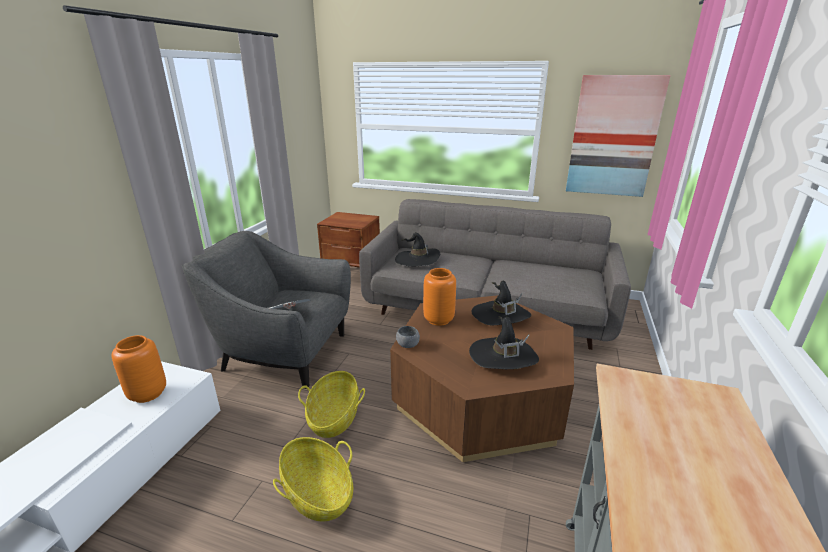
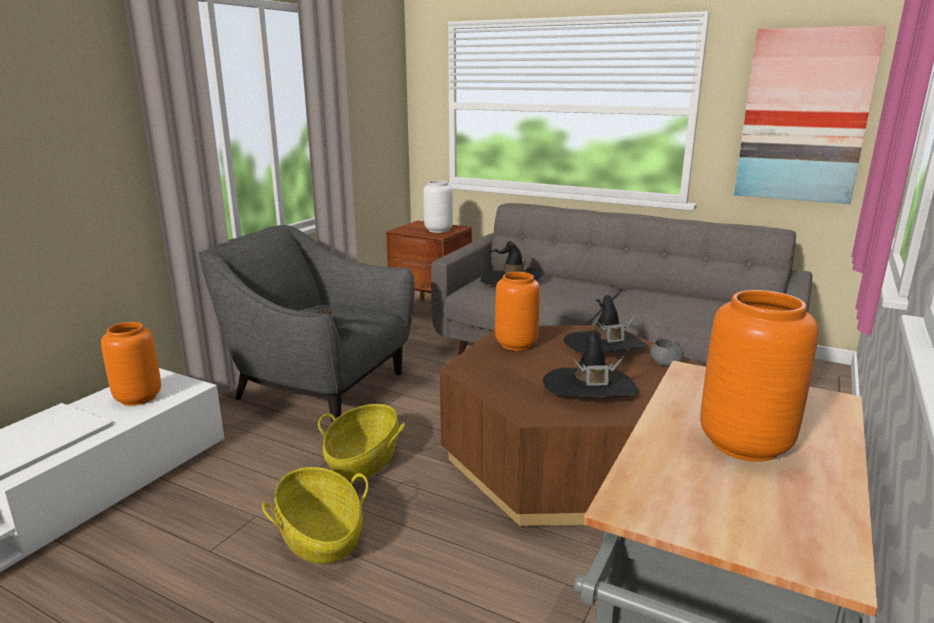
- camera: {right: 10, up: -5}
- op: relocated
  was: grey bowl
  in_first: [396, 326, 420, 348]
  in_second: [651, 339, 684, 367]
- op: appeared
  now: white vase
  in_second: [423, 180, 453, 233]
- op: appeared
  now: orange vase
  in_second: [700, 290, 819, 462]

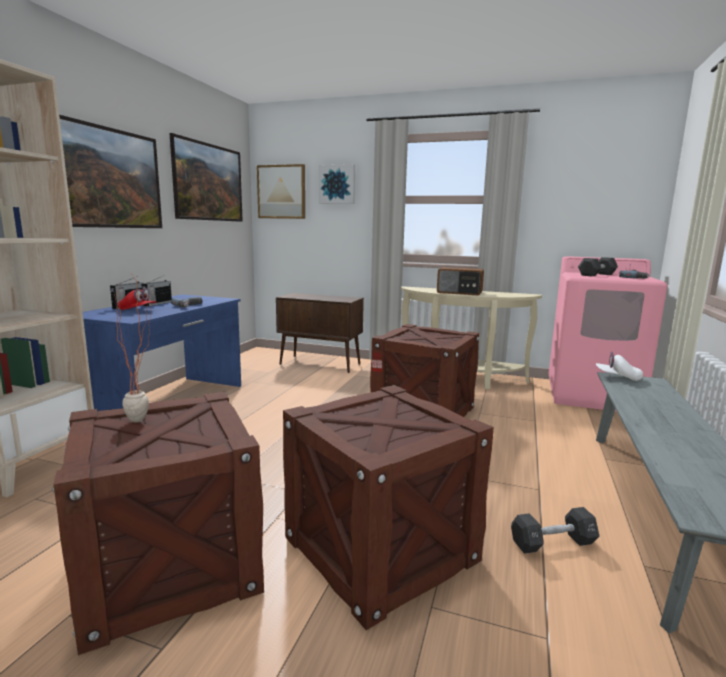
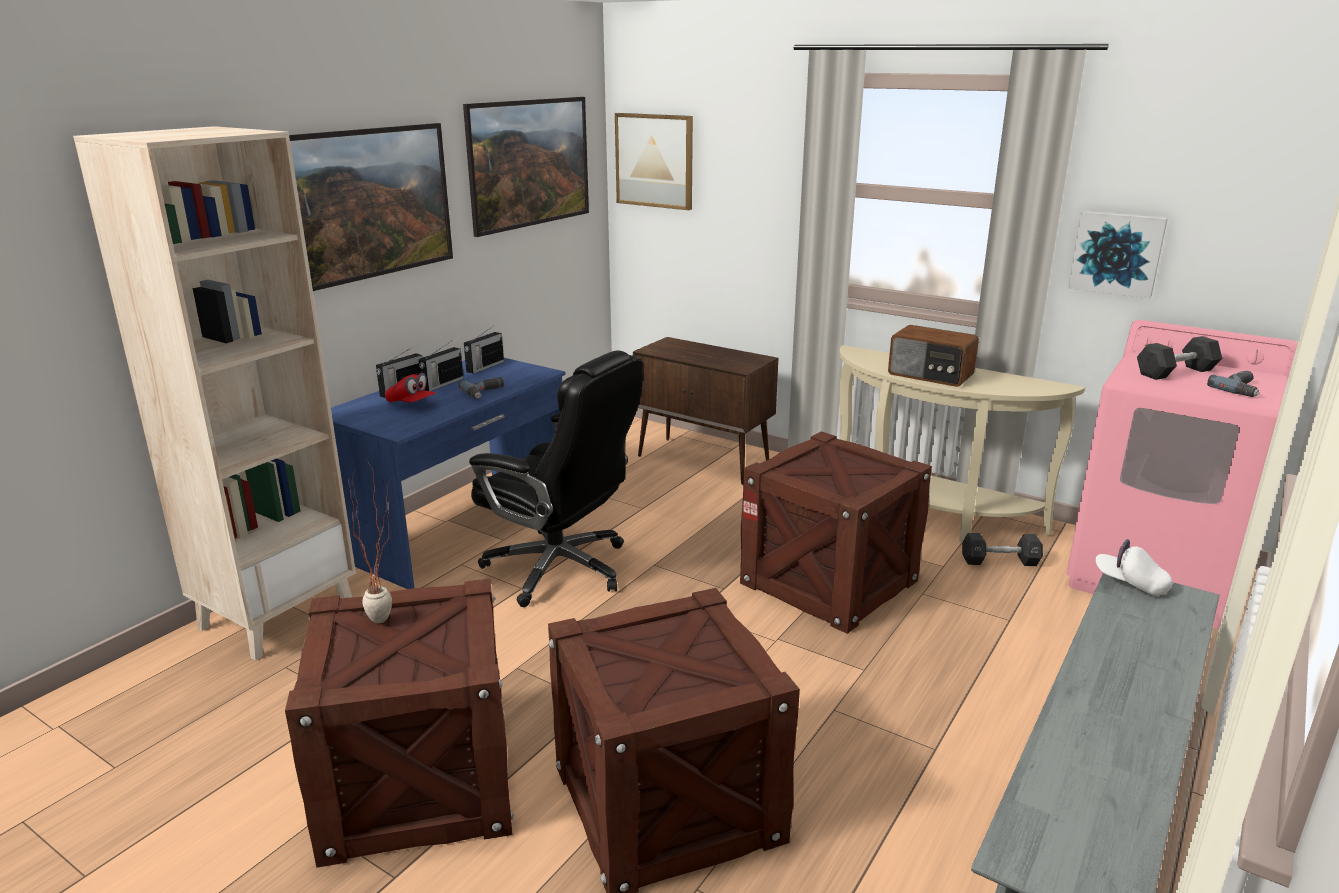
- camera: {right: 15, up: 10}
- op: relocated
  was: picture
  in_first: [319, 164, 355, 204]
  in_second: [1068, 211, 1168, 298]
- op: relocated
  was: black dumbbell
  in_first: [511, 507, 600, 554]
  in_second: [962, 533, 1043, 566]
- op: appeared
  now: radio
  in_second: [464, 327, 504, 374]
- op: appeared
  now: black office chair
  in_second: [469, 350, 643, 607]

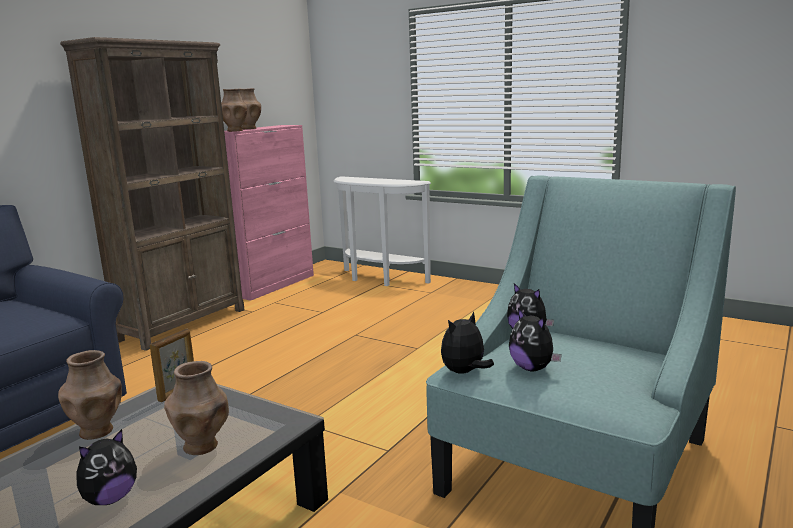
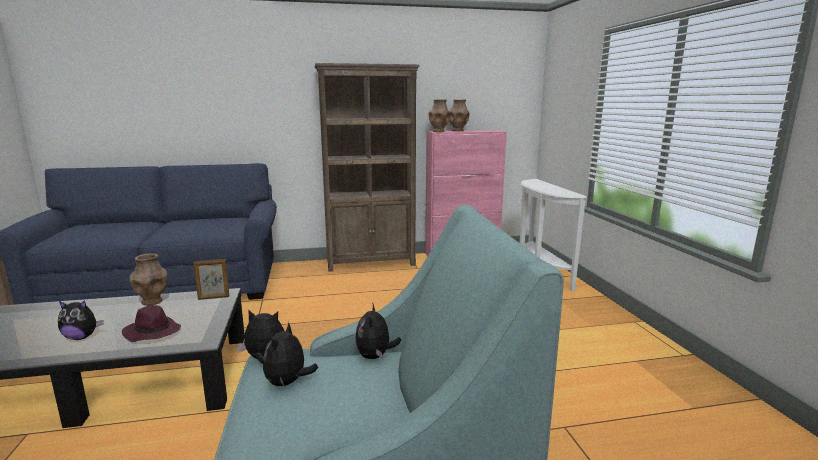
- camera: {right: 45, up: 0}
- op: exchanged
  was: brown vase
  now: purple hat
  in_first: [164, 361, 229, 455]
  in_second: [122, 305, 181, 342]

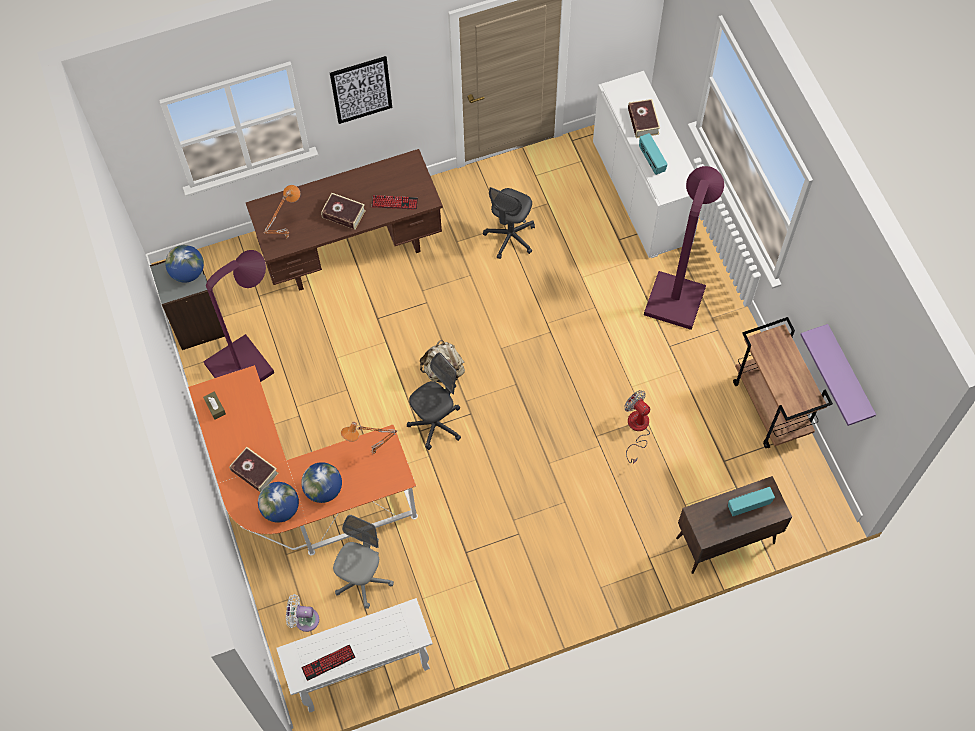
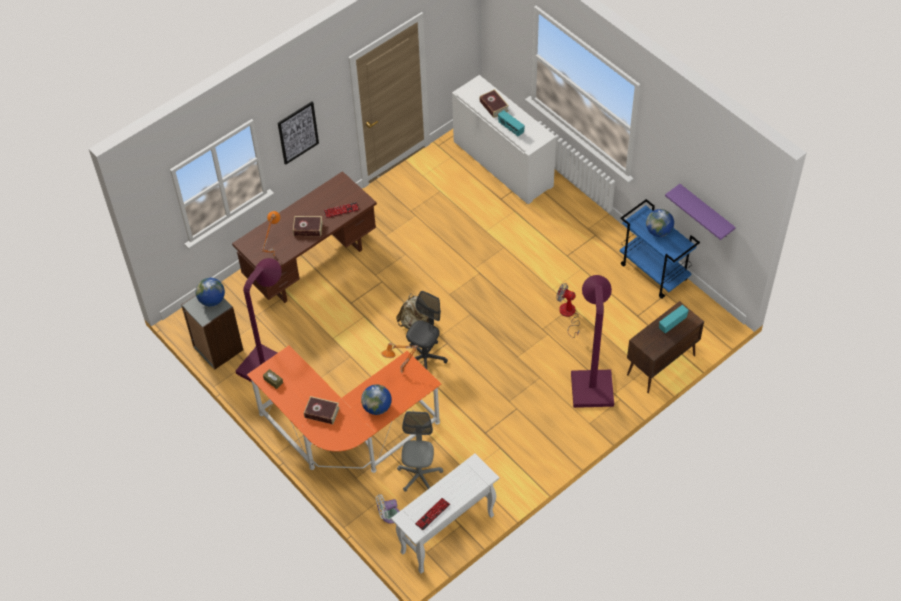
- camera: {right: -20, up: -10}
- op: relocated
  was: purple floor lamp
  in_first: [644, 166, 724, 330]
  in_second: [571, 275, 614, 408]
- op: missing
  was: grey office chair
  in_first: [483, 187, 535, 259]
- op: colour
  was: brown cart
  now: blue cart
  in_first: [733, 317, 833, 448]
  in_second: [620, 199, 700, 299]
- op: relocated
  was: globe
  in_first: [258, 482, 299, 523]
  in_second: [646, 209, 674, 237]

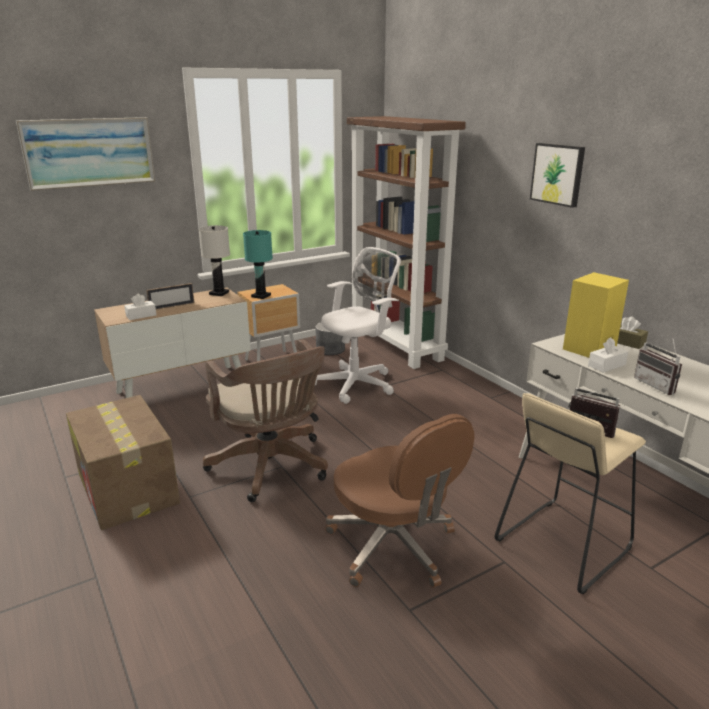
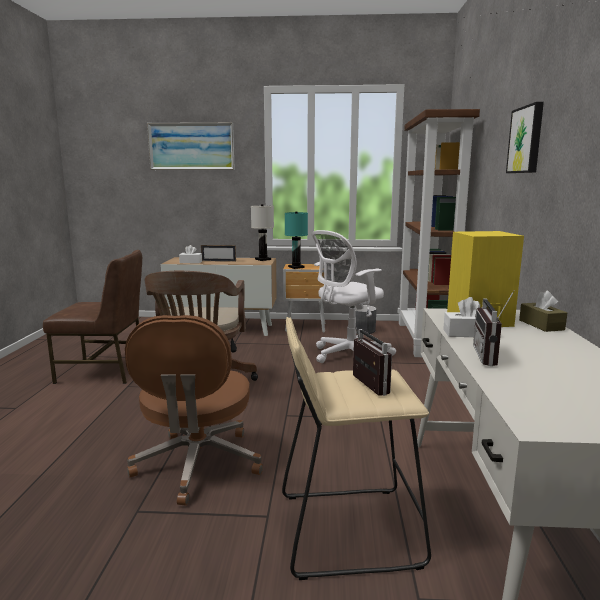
- camera: {right: 35, up: -10}
- op: spun
  was: white office chair
  in_first: [315, 247, 401, 404]
  in_second: [311, 230, 396, 363]
  clockwise: 150
- op: exchanged
  was: cardboard box
  now: brown chair
  in_first: [66, 395, 180, 530]
  in_second: [43, 250, 142, 384]

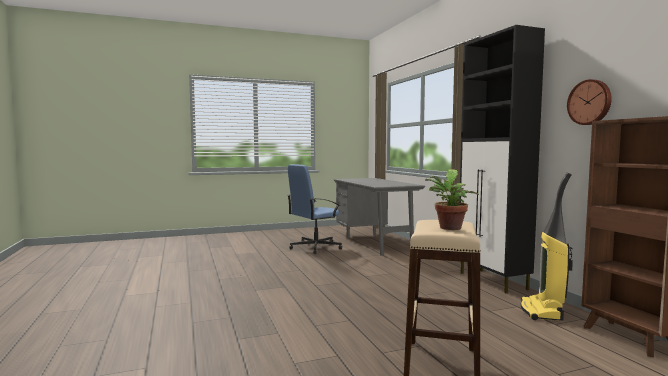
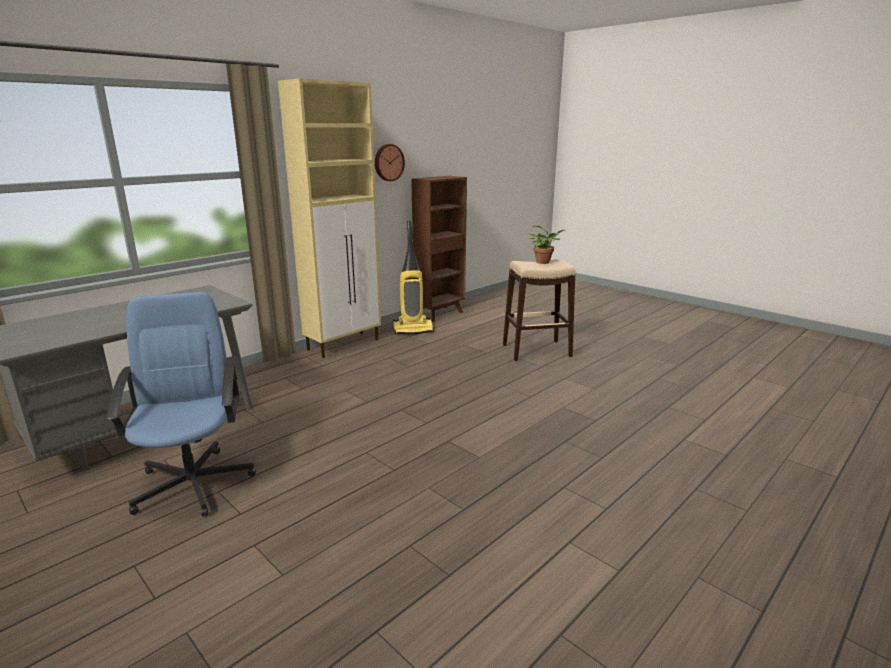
- camera: {right: -115, up: 15}
- op: colour
  was: black cabinet
  now: beige cabinet
  in_first: [459, 25, 545, 293]
  in_second: [278, 78, 381, 358]
- op: spun
  was: blue office chair
  in_first: [288, 164, 342, 254]
  in_second: [106, 292, 256, 517]
  clockwise: -135

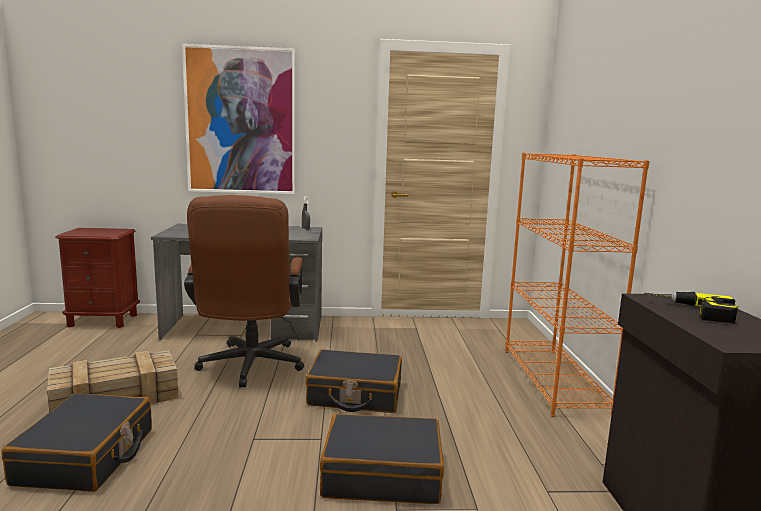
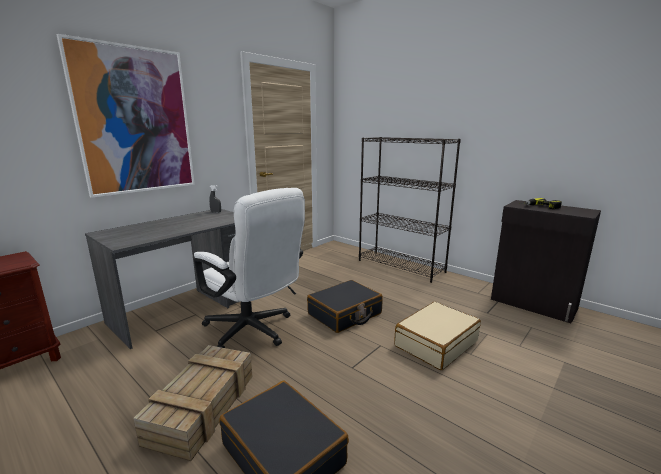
- camera: {right: -45, up: 5}
- op: colour
  was: orange bookcase
  now: black bookcase
  in_first: [505, 153, 650, 417]
  in_second: [359, 137, 461, 283]
- op: colour
  was: brown office chair
  now: white office chair
  in_first: [184, 195, 304, 387]
  in_second: [194, 188, 305, 348]
- op: colour
  was: black suitcase
  now: beige suitcase
  in_first: [320, 414, 444, 504]
  in_second: [394, 302, 481, 370]

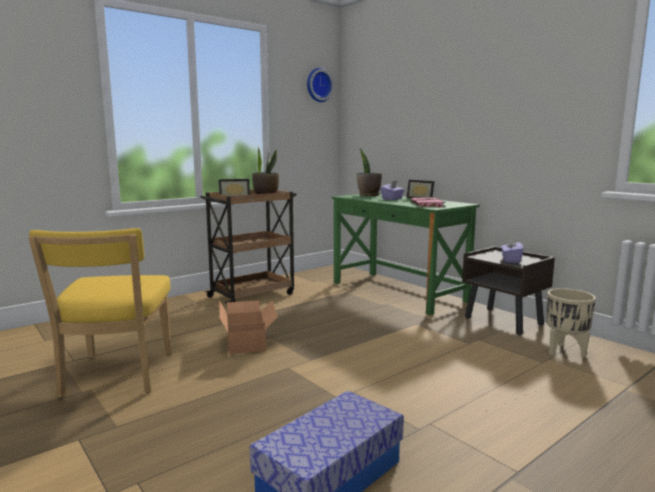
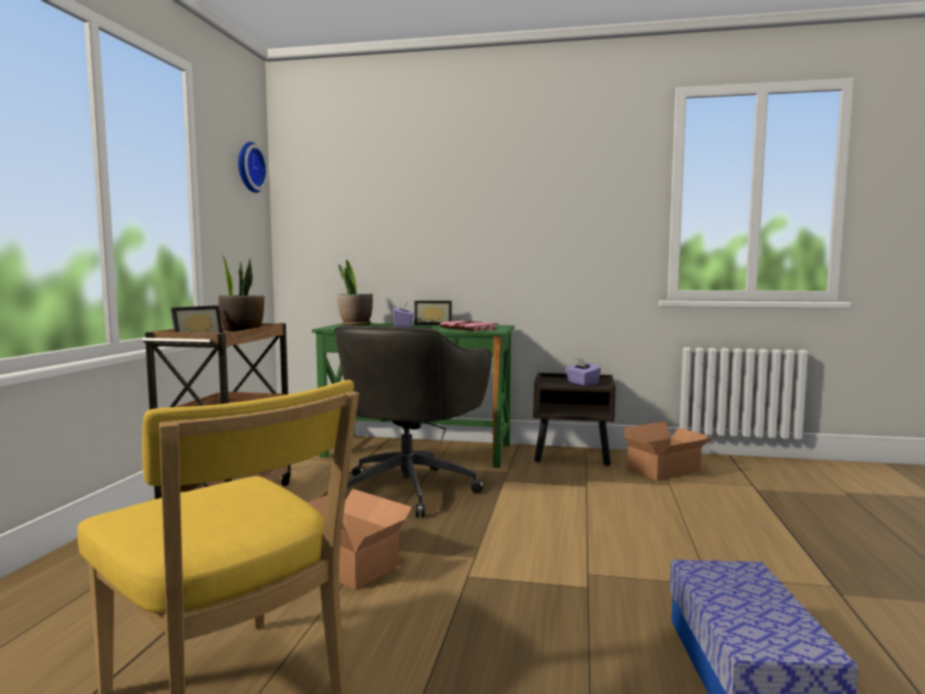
- camera: {right: -40, up: -5}
- op: exchanged
  was: beige planter
  now: cardboard box
  in_first: [546, 288, 596, 358]
  in_second: [623, 421, 712, 481]
- op: appeared
  now: grey office chair
  in_second: [334, 325, 491, 517]

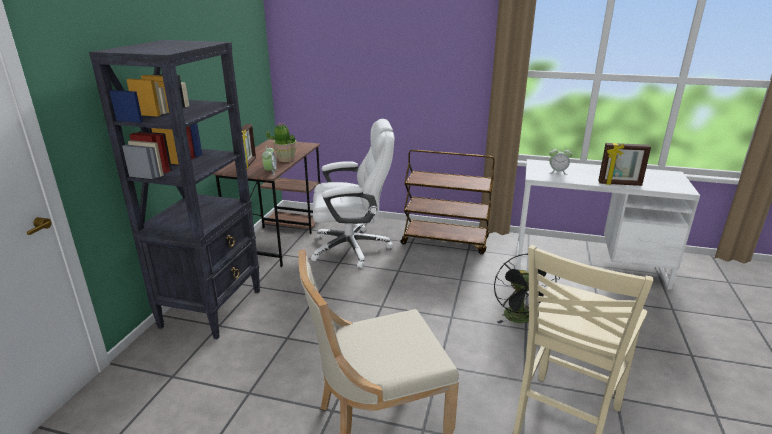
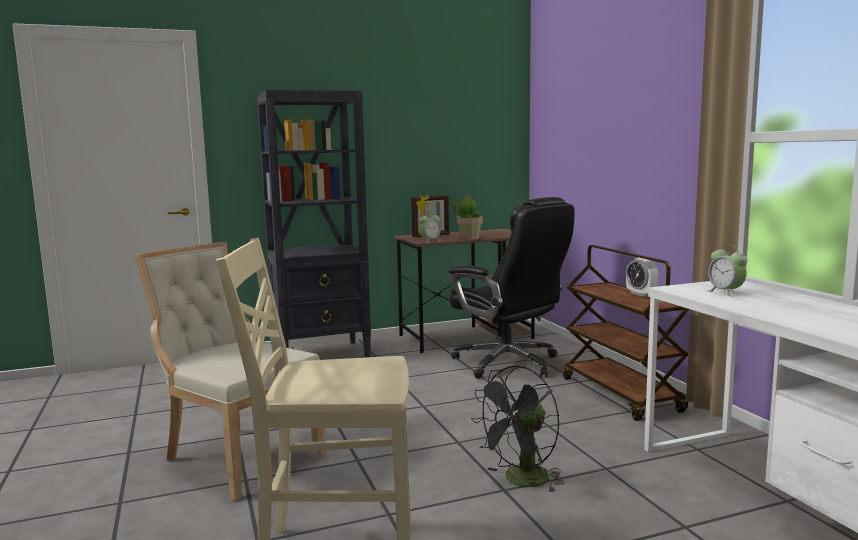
- camera: {right: 55, up: -15}
- op: colour
  was: white office chair
  now: black office chair
  in_first: [311, 119, 394, 268]
  in_second: [449, 197, 575, 379]
- op: missing
  was: picture frame
  in_first: [598, 143, 651, 186]
- op: appeared
  now: alarm clock
  in_second: [626, 257, 658, 297]

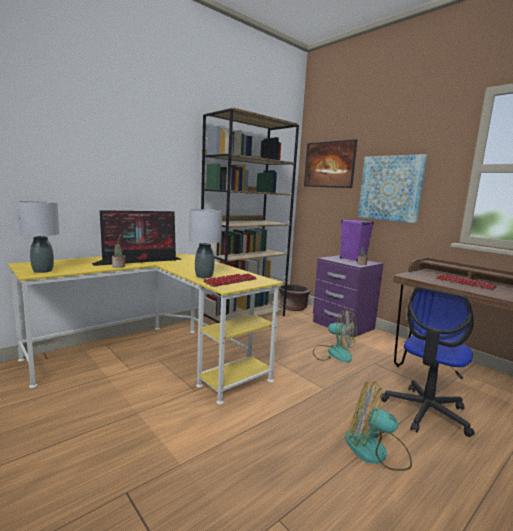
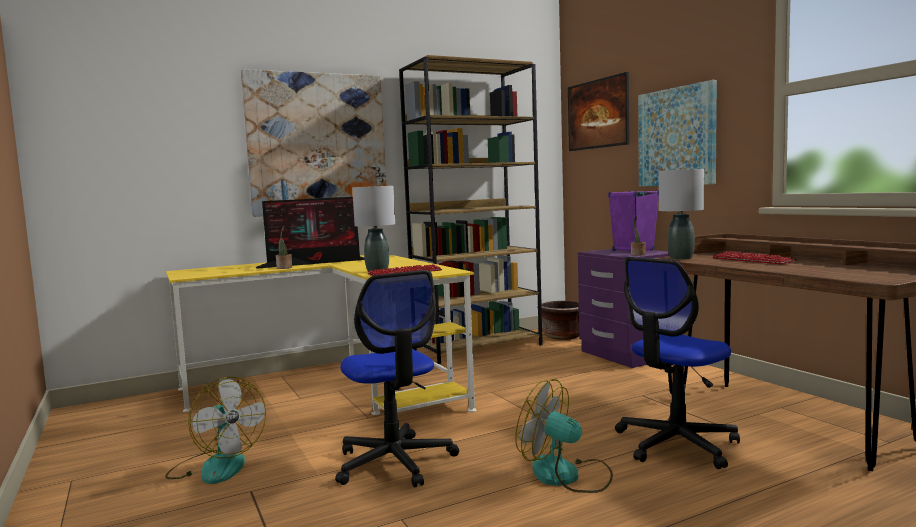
- camera: {right: 15, up: -5}
- op: relocated
  was: grey table lamp
  in_first: [18, 201, 59, 273]
  in_second: [659, 169, 704, 260]
- op: relocated
  was: fan
  in_first: [313, 309, 357, 362]
  in_second: [165, 377, 266, 484]
- op: appeared
  now: picture
  in_second: [241, 69, 386, 217]
- op: appeared
  now: office chair
  in_second: [335, 270, 459, 488]

